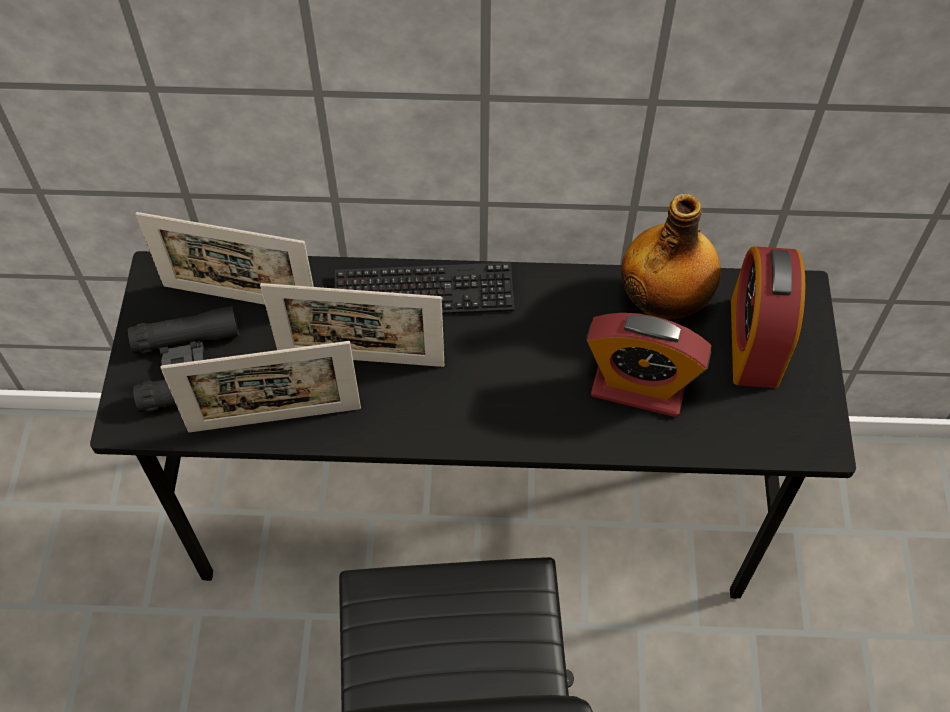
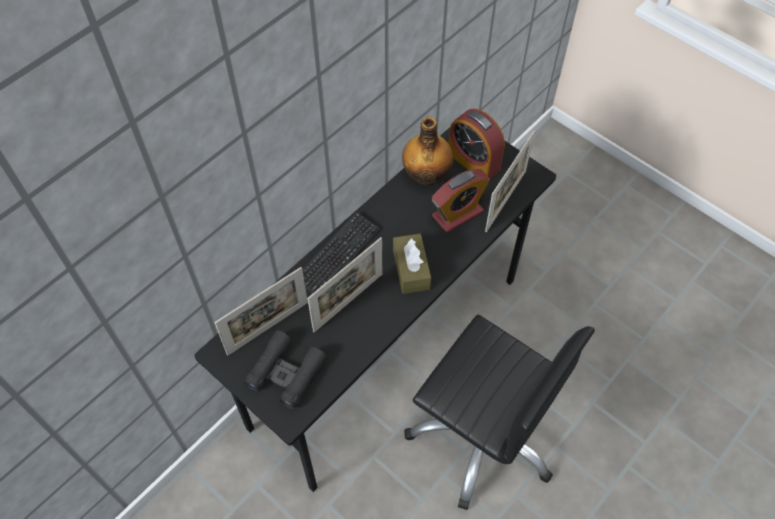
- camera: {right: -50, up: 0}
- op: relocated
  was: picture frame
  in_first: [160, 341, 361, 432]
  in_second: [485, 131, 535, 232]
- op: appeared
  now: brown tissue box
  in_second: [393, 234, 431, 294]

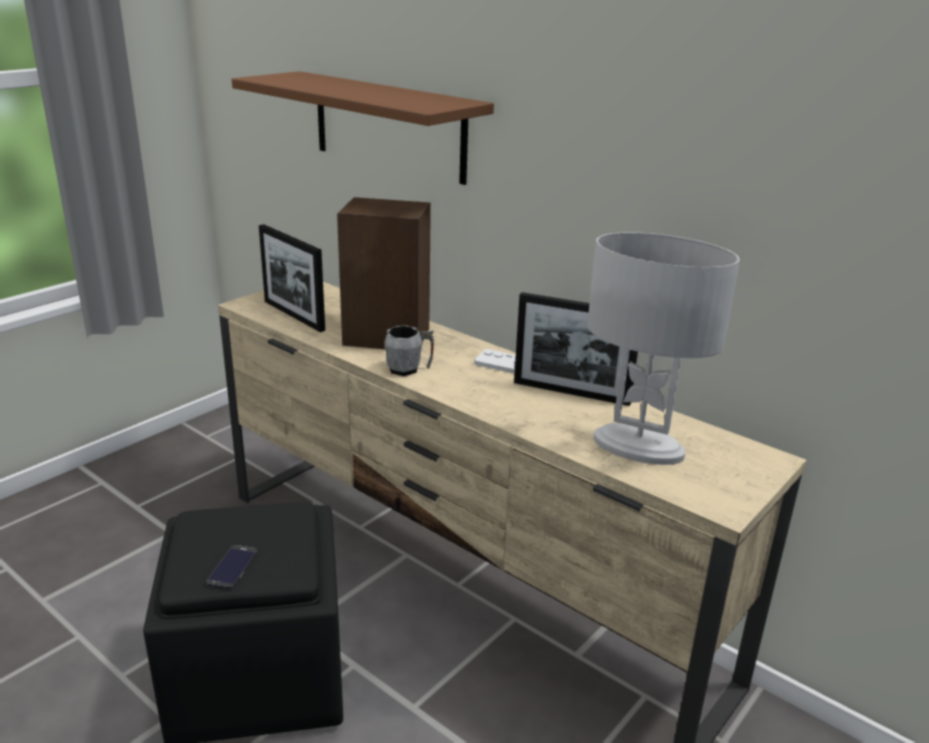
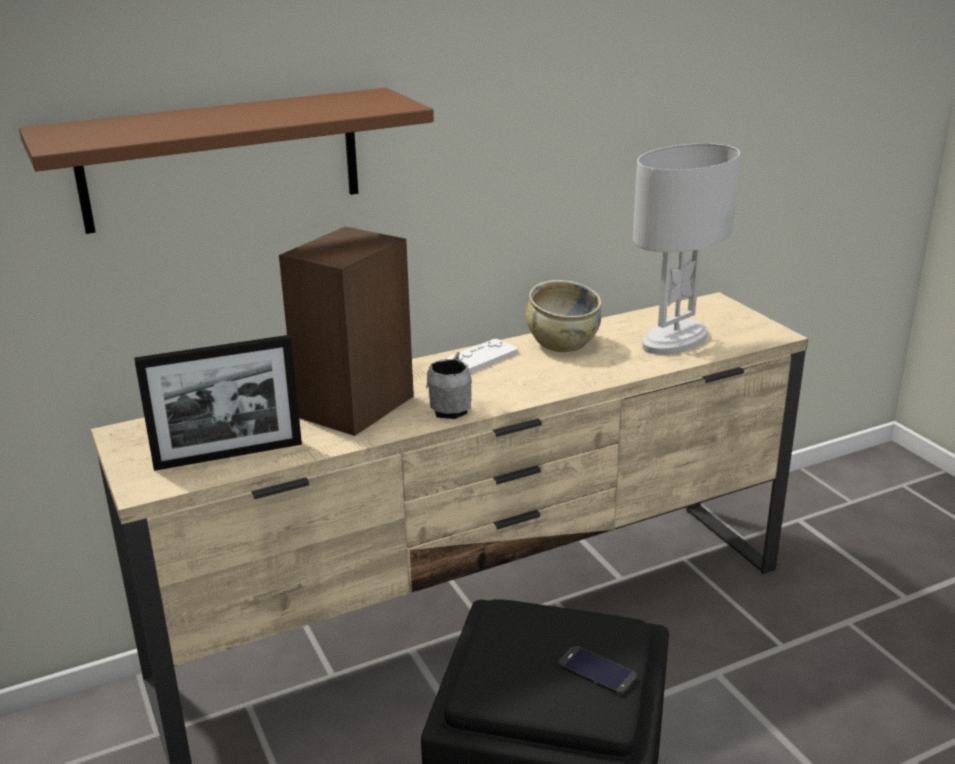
- camera: {right: -65, up: 0}
- op: exchanged
  was: picture frame
  now: beige bowl
  in_first: [514, 292, 638, 406]
  in_second: [525, 280, 602, 352]

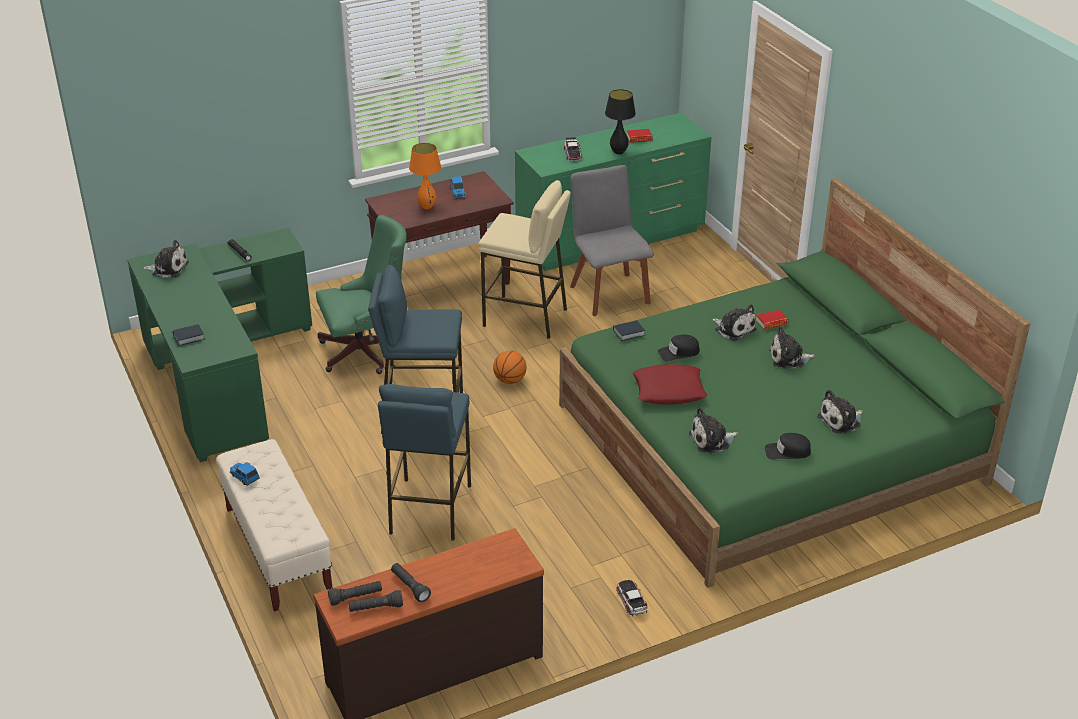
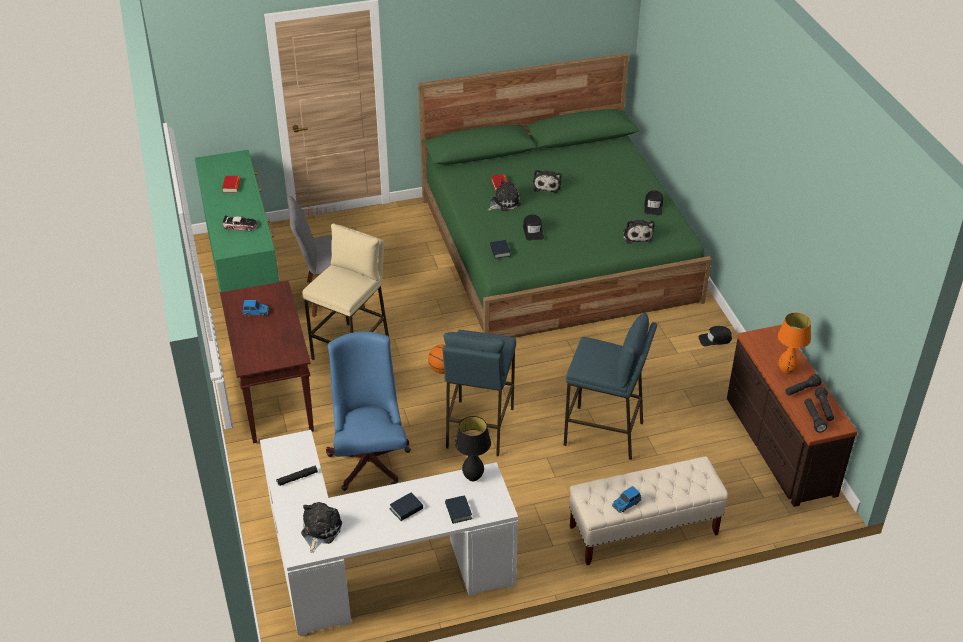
- camera: {right: -80, up: 5}
- op: relocated
  was: black table lamp
  in_first: [605, 89, 636, 155]
  in_second: [455, 416, 491, 481]
- op: relocated
  was: orange table lamp
  in_first: [409, 143, 441, 210]
  in_second: [778, 313, 811, 374]
- op: colour
  was: green office chair
  now: blue office chair
  in_first: [316, 215, 407, 374]
  in_second: [326, 331, 411, 491]
- op: colour
  was: green desk
  now: white desk
  in_first: [127, 228, 312, 462]
  in_second: [260, 430, 518, 636]
- op: missing
  was: red pillow
  in_first: [633, 364, 707, 405]
- op: missing
  was: plush toy
  in_first: [817, 389, 863, 434]
- op: exchanged
  was: toy car
  now: black cap
  in_first: [616, 580, 648, 616]
  in_second: [699, 326, 732, 347]
- op: appeared
  now: book
  in_second: [389, 492, 423, 521]

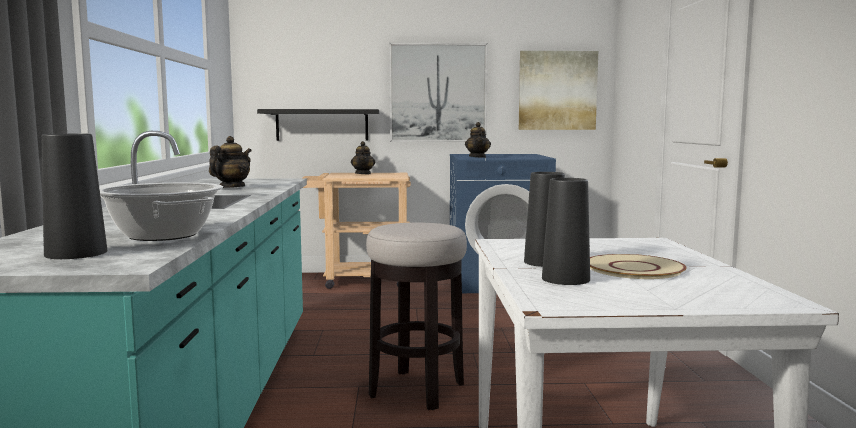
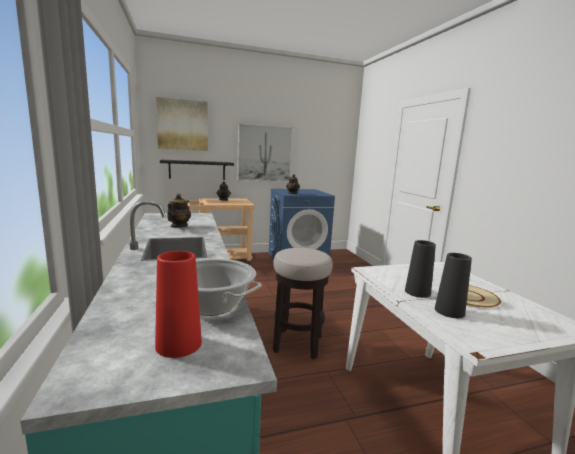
- camera: {right: -15, up: 5}
- op: relocated
  was: picture
  in_first: [519, 51, 598, 130]
  in_second: [156, 97, 208, 151]
- op: colour
  was: black vase
  now: red vase
  in_first: [42, 134, 107, 259]
  in_second: [155, 251, 202, 358]

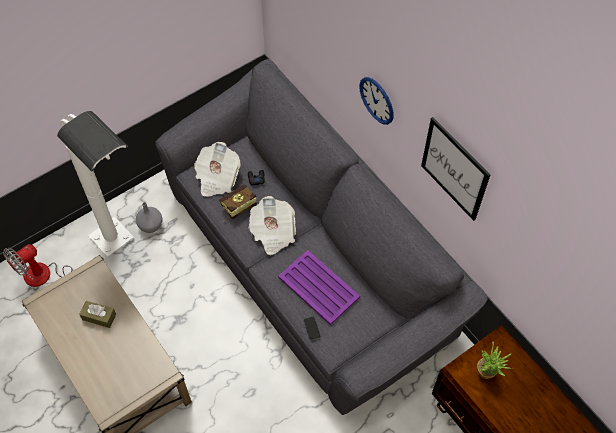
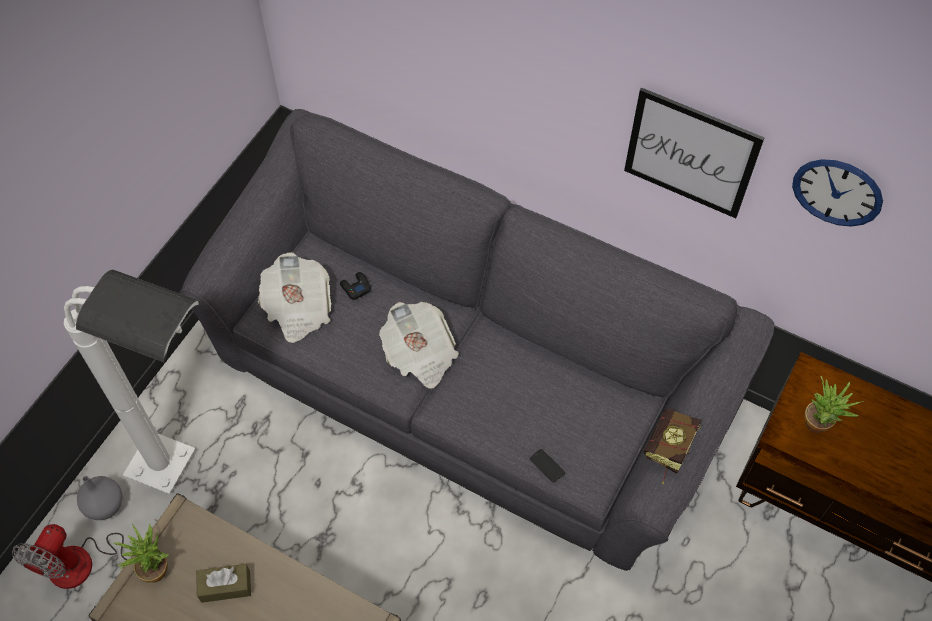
- camera: {right: -25, up: 0}
- op: relocated
  was: wall clock
  in_first: [359, 77, 394, 125]
  in_second: [792, 159, 883, 226]
- op: relocated
  was: book
  in_first: [219, 185, 257, 222]
  in_second: [644, 408, 701, 484]
- op: relocated
  was: grey vase
  in_first: [136, 202, 163, 233]
  in_second: [77, 476, 123, 520]
- op: missing
  was: purple tray
  in_first: [278, 250, 360, 325]
- op: appeared
  now: potted plant
  in_second: [114, 524, 169, 582]

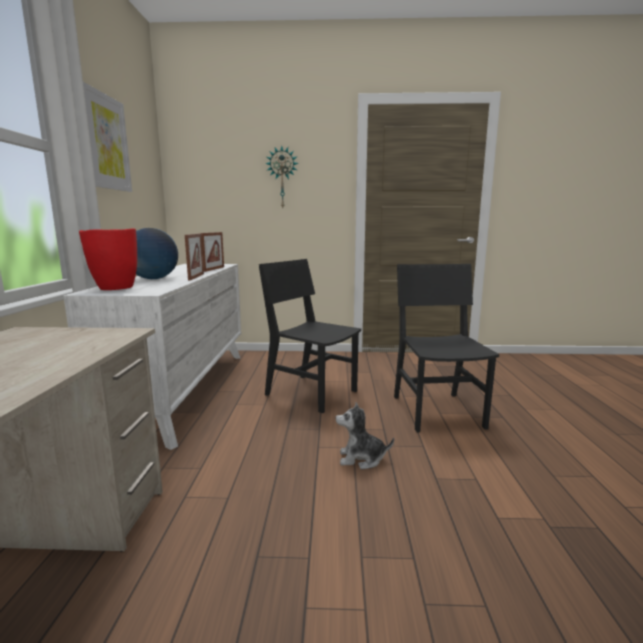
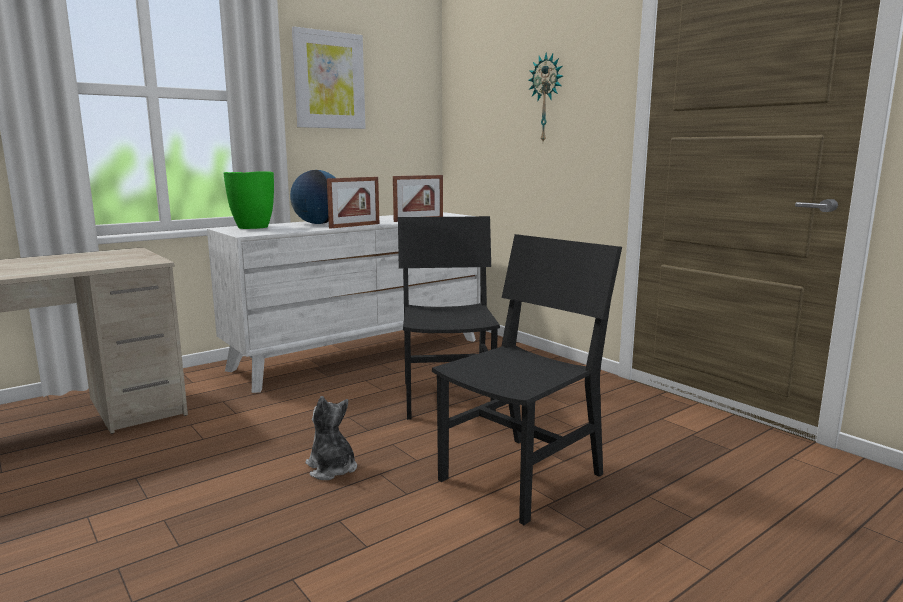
- camera: {right: 50, up: 0}
- op: colour
  was: red vase
  now: green vase
  in_first: [79, 229, 137, 290]
  in_second: [224, 171, 274, 229]

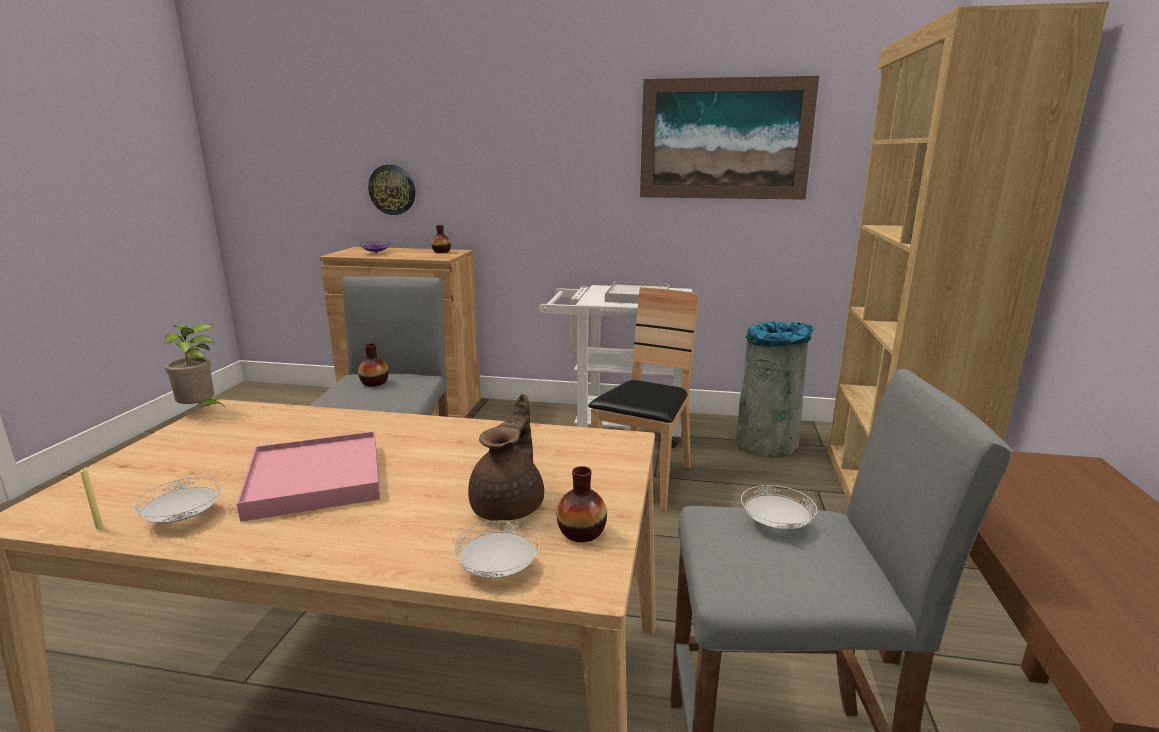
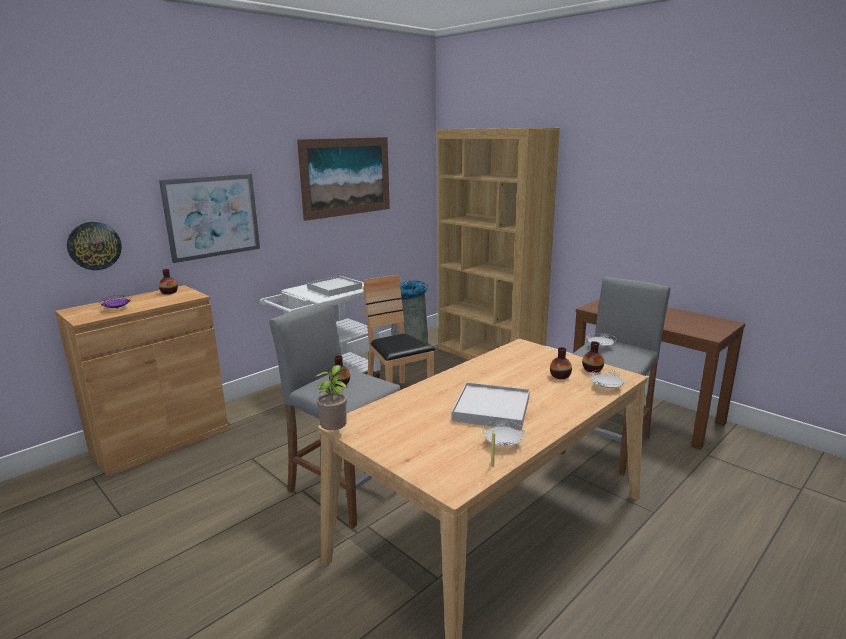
- camera: {right: -55, up: 0}
- op: exchanged
  was: brown teapot
  now: vase
  in_first: [468, 394, 544, 521]
  in_second: [550, 347, 572, 379]
- op: colour
  was: pink tray
  now: white tray
  in_first: [237, 431, 380, 522]
  in_second: [452, 382, 530, 430]
- op: appeared
  now: picture
  in_second: [159, 174, 260, 263]

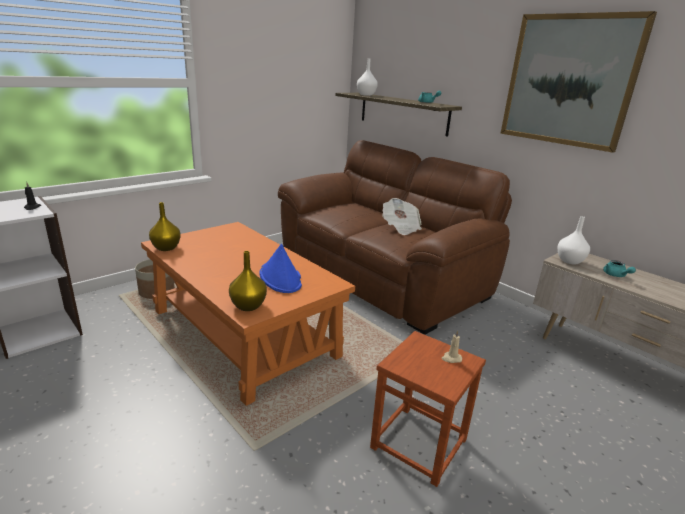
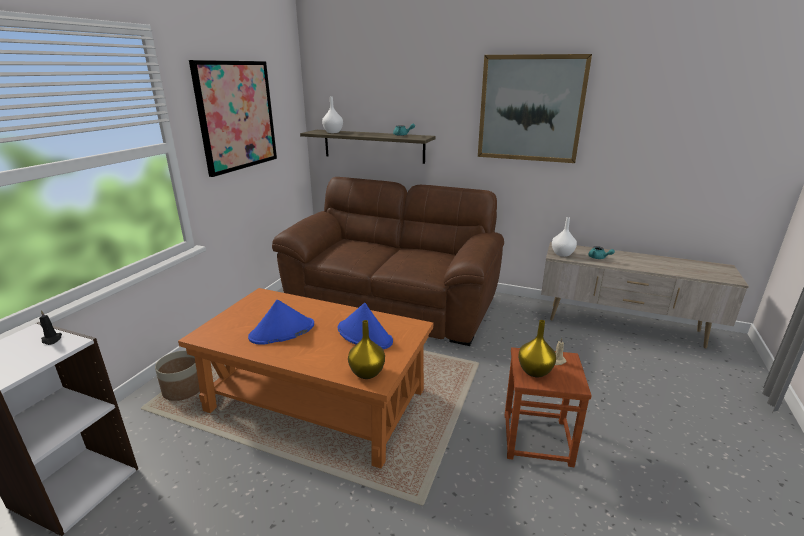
- camera: {right: -25, up: 0}
- op: missing
  was: newspaper
  in_first: [383, 198, 422, 235]
- op: relocated
  was: yellow vase
  in_first: [149, 202, 181, 251]
  in_second: [518, 320, 556, 377]
- op: appeared
  now: picture
  in_second: [189, 60, 277, 177]
- op: appeared
  now: blue hat
  in_second: [248, 300, 314, 345]

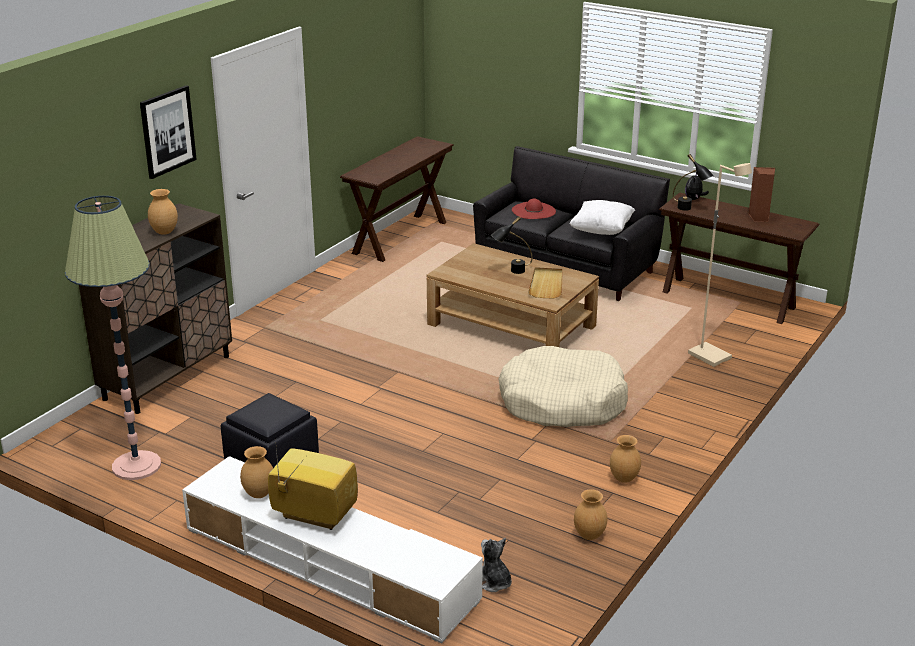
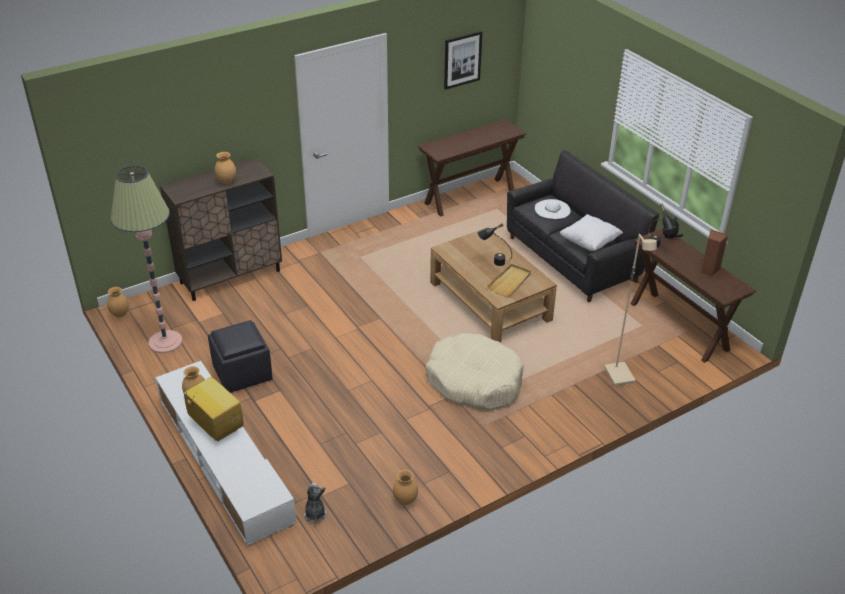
- camera: {right: 25, up: 10}
- op: relocated
  was: picture
  in_first: [140, 85, 197, 179]
  in_second: [444, 31, 482, 90]
- op: colour
  was: red hat
  now: white hat
  in_first: [512, 198, 556, 219]
  in_second: [535, 199, 571, 219]
- op: relocated
  was: brown vase
  in_first: [610, 435, 641, 483]
  in_second: [107, 287, 129, 317]

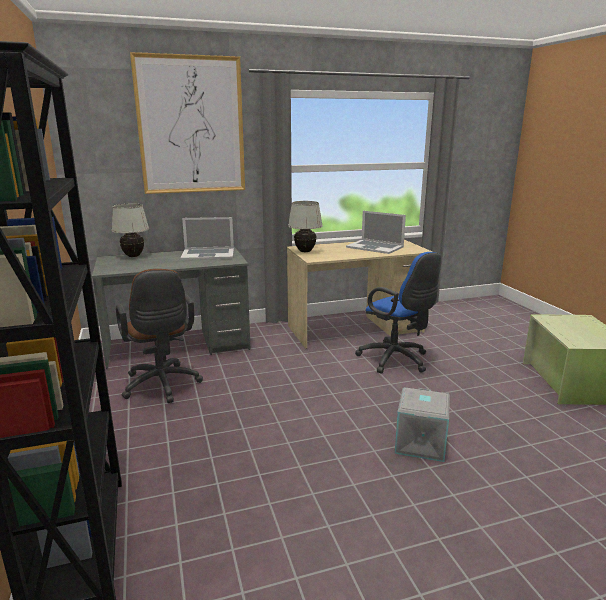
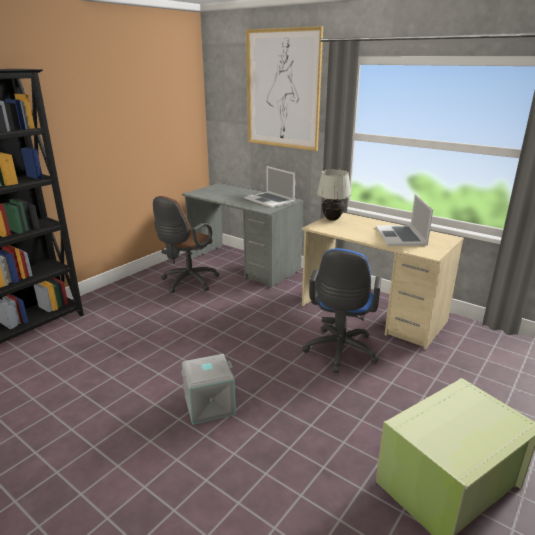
- camera: {right: 55, up: 5}
- op: missing
  was: white table lamp
  in_first: [111, 204, 149, 257]

